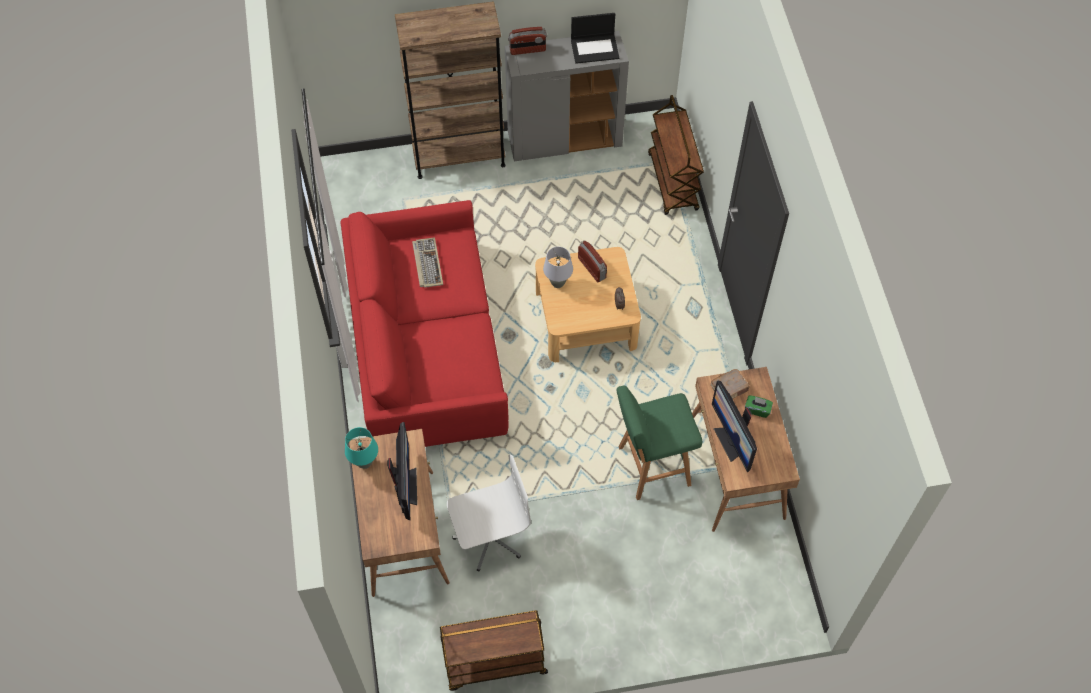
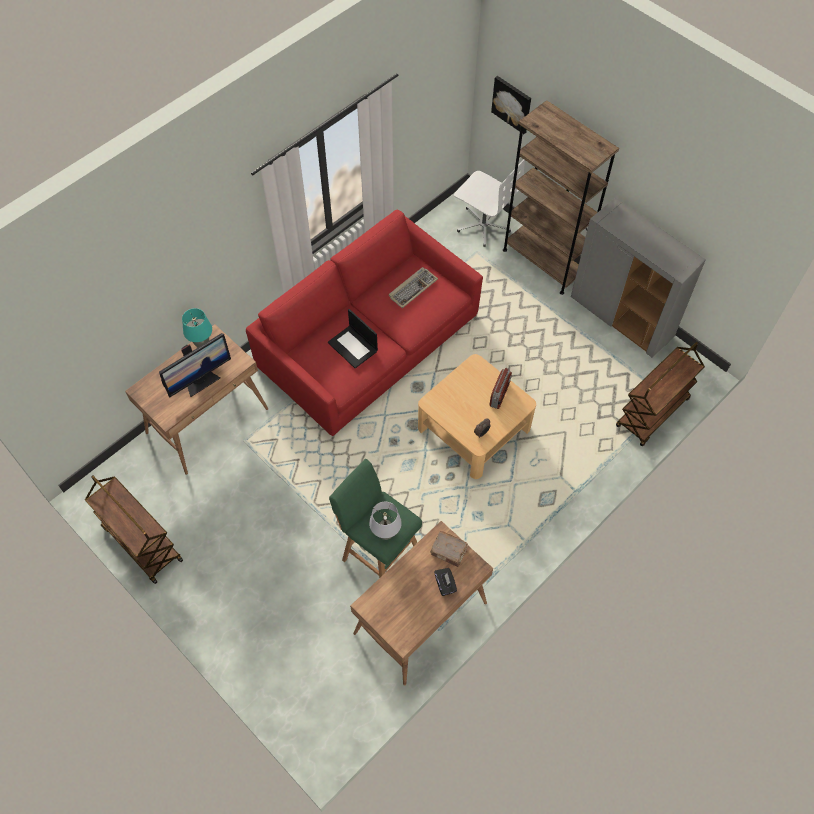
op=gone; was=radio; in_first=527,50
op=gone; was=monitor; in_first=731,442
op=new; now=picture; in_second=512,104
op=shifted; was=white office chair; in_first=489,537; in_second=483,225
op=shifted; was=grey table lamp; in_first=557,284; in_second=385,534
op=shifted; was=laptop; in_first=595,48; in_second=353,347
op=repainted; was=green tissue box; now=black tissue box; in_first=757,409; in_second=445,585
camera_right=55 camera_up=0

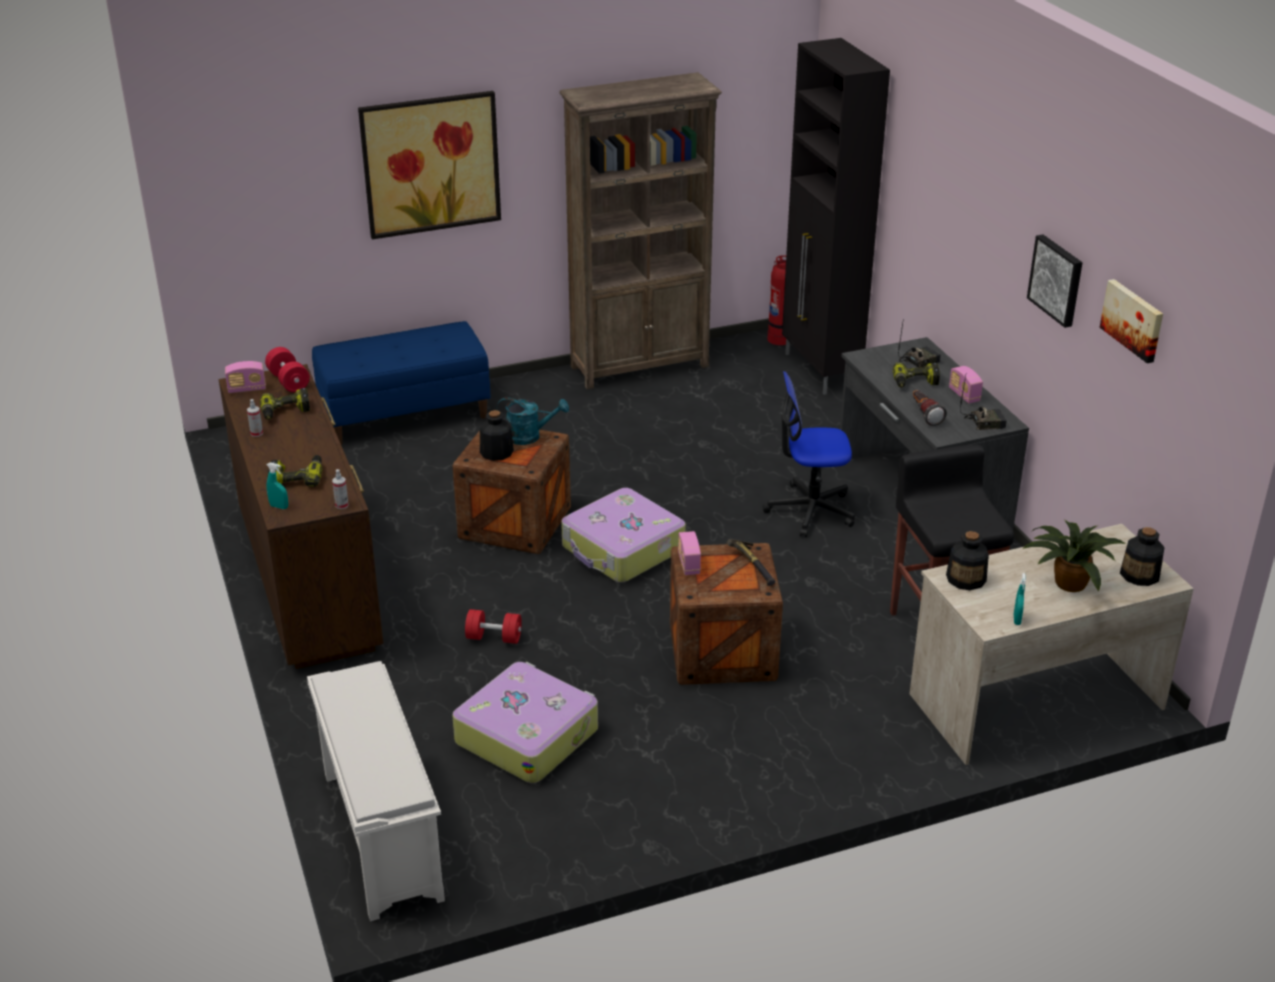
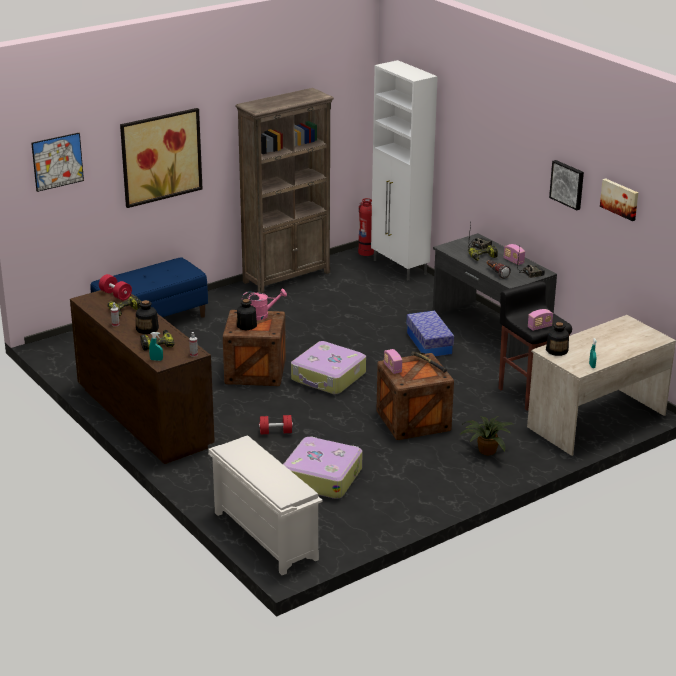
op=new; now=picture; in_second=57,161
op=shifted; was=radio; in_first=247,389; in_second=539,327
op=shifted; was=potted plant; in_first=1067,582; in_second=485,450
op=shifted; was=bottle; in_first=1140,575; in_second=147,329
op=swapped; was=office chair; now=storage box; in_first=810,510; in_second=429,343
op=repainted; was=turquoise watering can; now=pink watering can; in_first=530,437; in_second=262,315
op=repainted; was=black cabinet; now=white cabinet; in_first=820,371; in_second=400,267
camera_right=-15 camera_up=-5

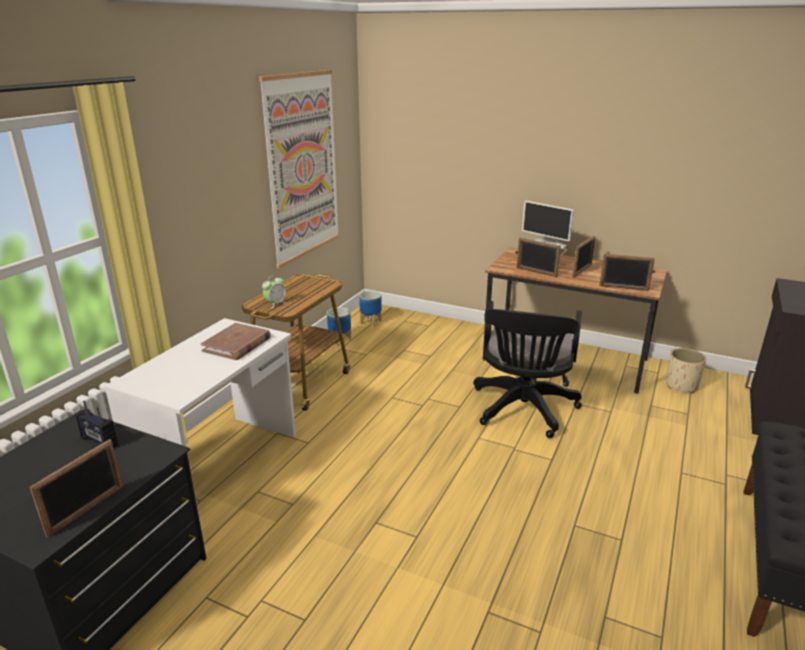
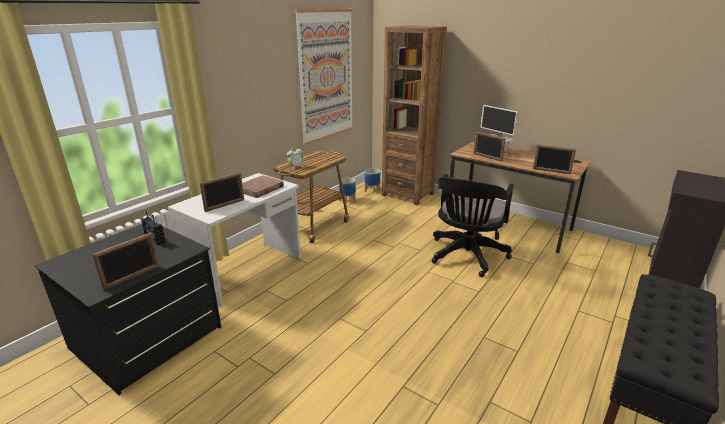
op=gone; was=beige planter; in_first=681,385
op=new; now=brown bookcase; in_second=408,194
op=shifted; was=picture frame; in_first=582,271; in_second=225,205
camera_right=10 camera_up=0

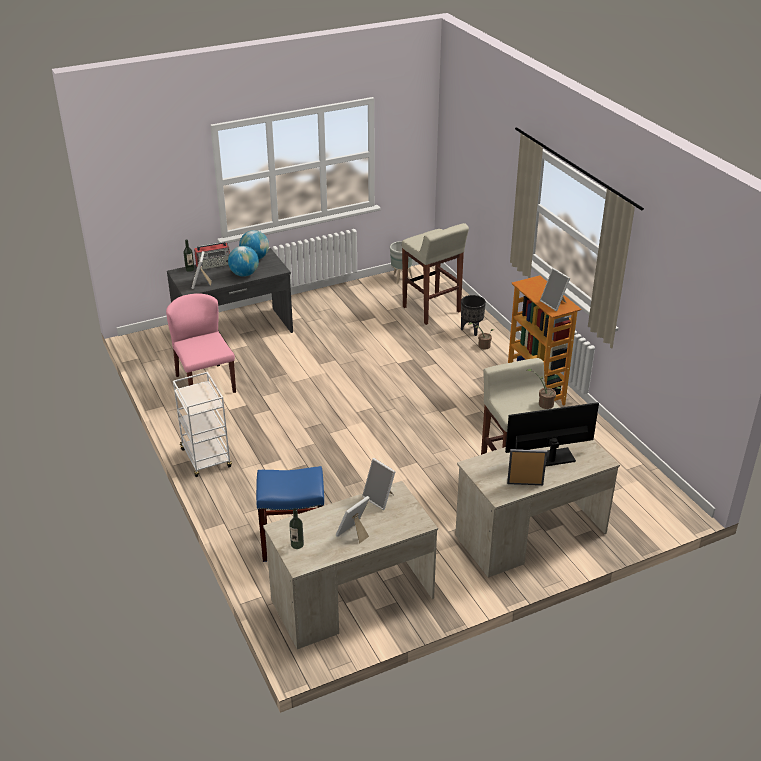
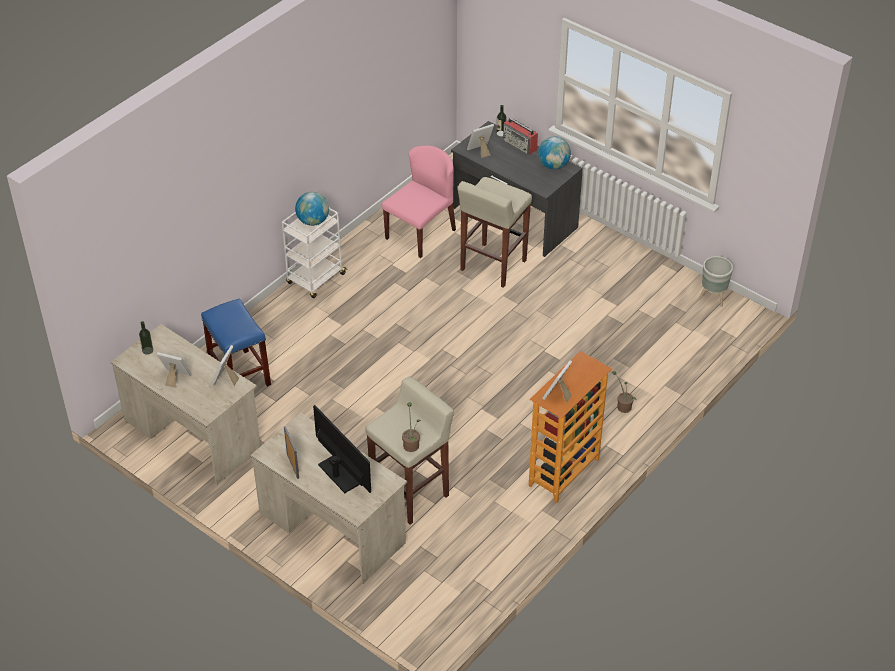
op=gone; was=black planter; in_first=471,330
op=shifted; was=globe; in_first=244,274; in_second=313,221
op=shifted; was=beige stool; in_first=432,310; in_second=492,266
camera_right=65 camera_up=10

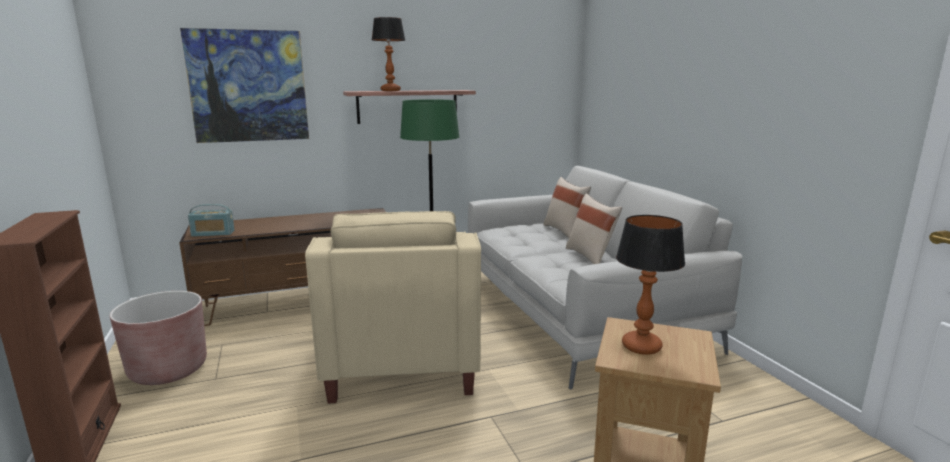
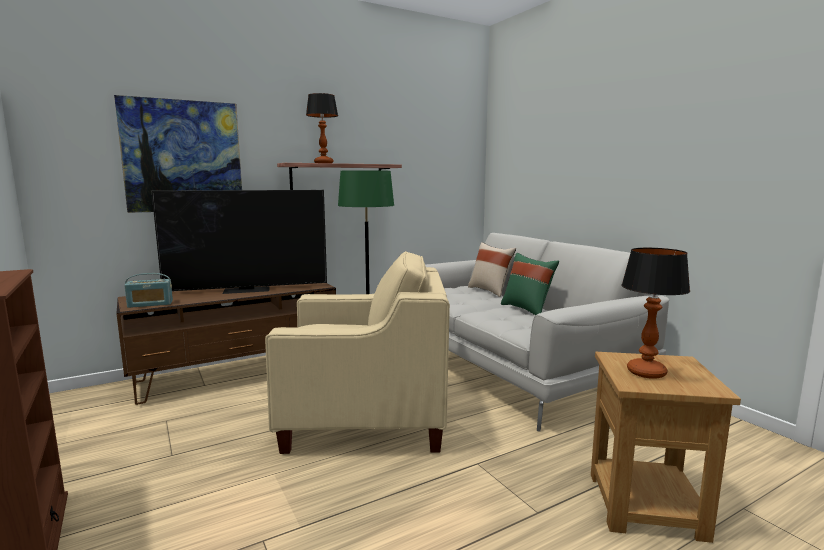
op=gone; was=brown planter; in_first=168,370
op=new; now=television; in_second=247,289
op=repainted; was=beige pillow; now=green pillow; in_first=590,256; in_second=527,309
op=rotated; was=beige armchair; in_first=402,359; in_second=365,418; clockwise=-75
camera_right=-10 camera_up=-5

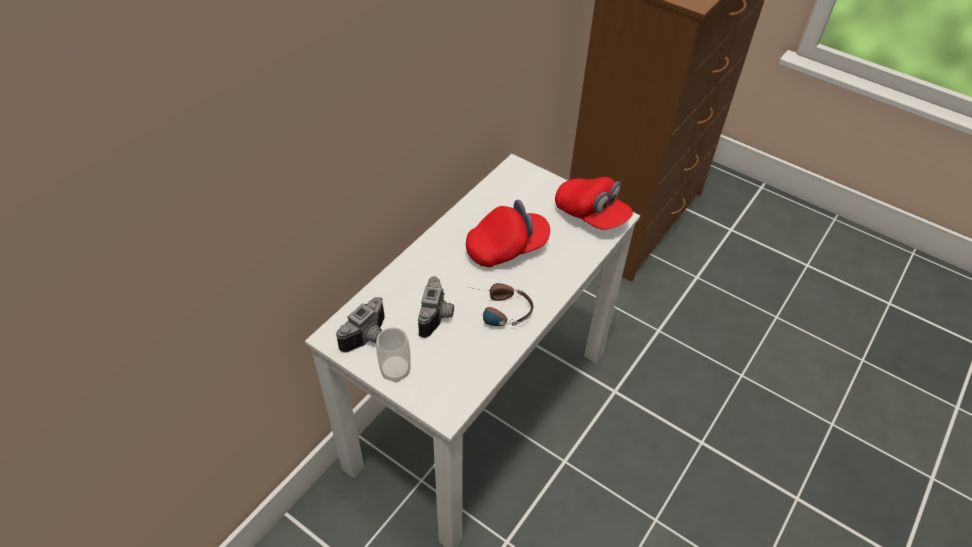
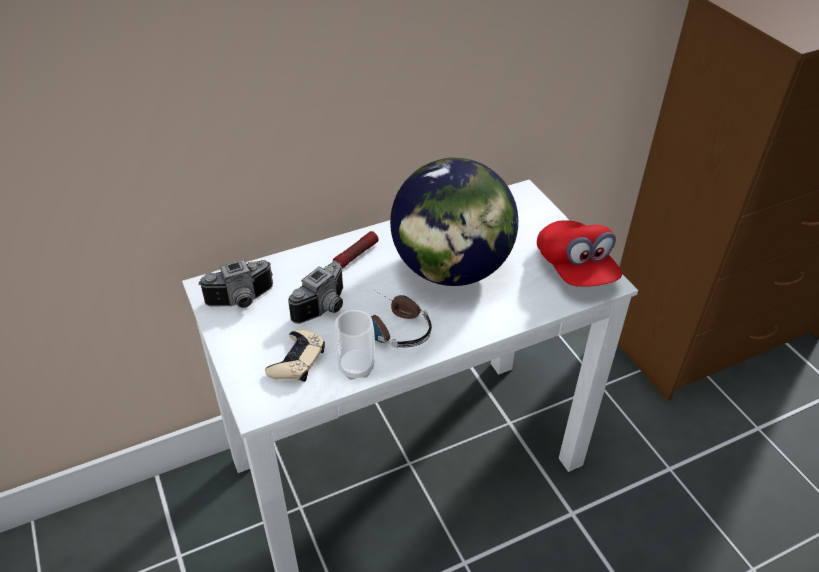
op=new; now=beige game controller; in_second=297,361
op=new; now=flashlight; in_second=355,255
op=shifted; was=cup; in_first=395,371; in_second=356,367
op=swapped; was=red cap; now=globe; in_first=506,248; in_second=451,269
camera_right=30 camera_up=-5

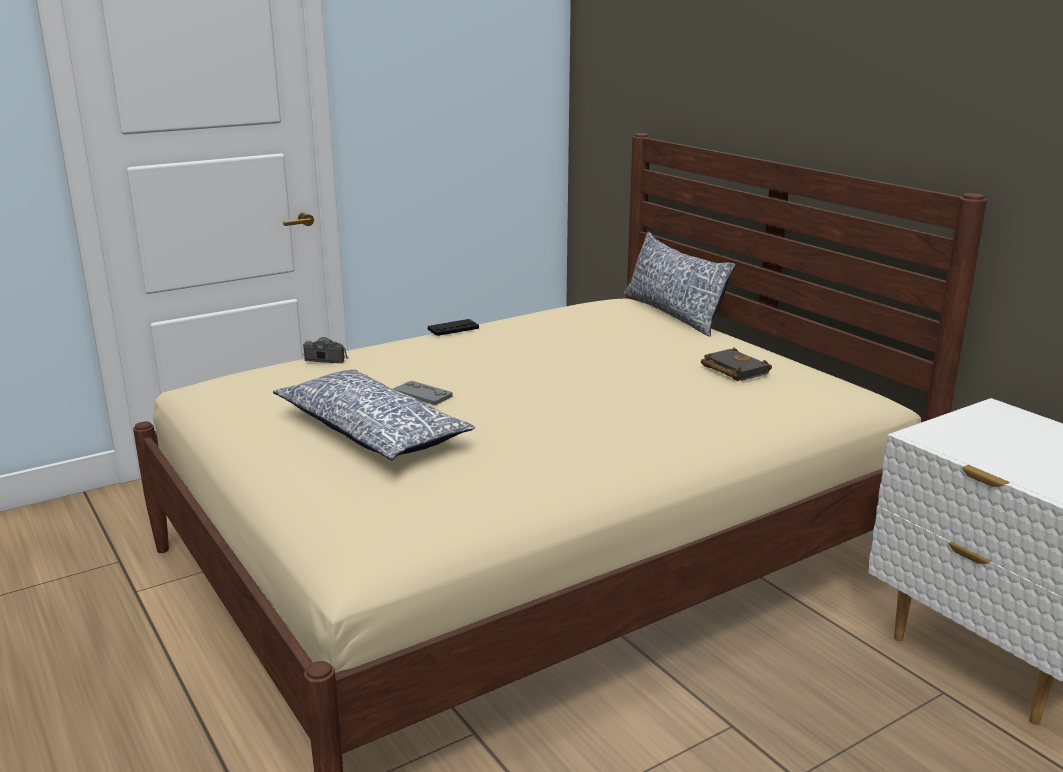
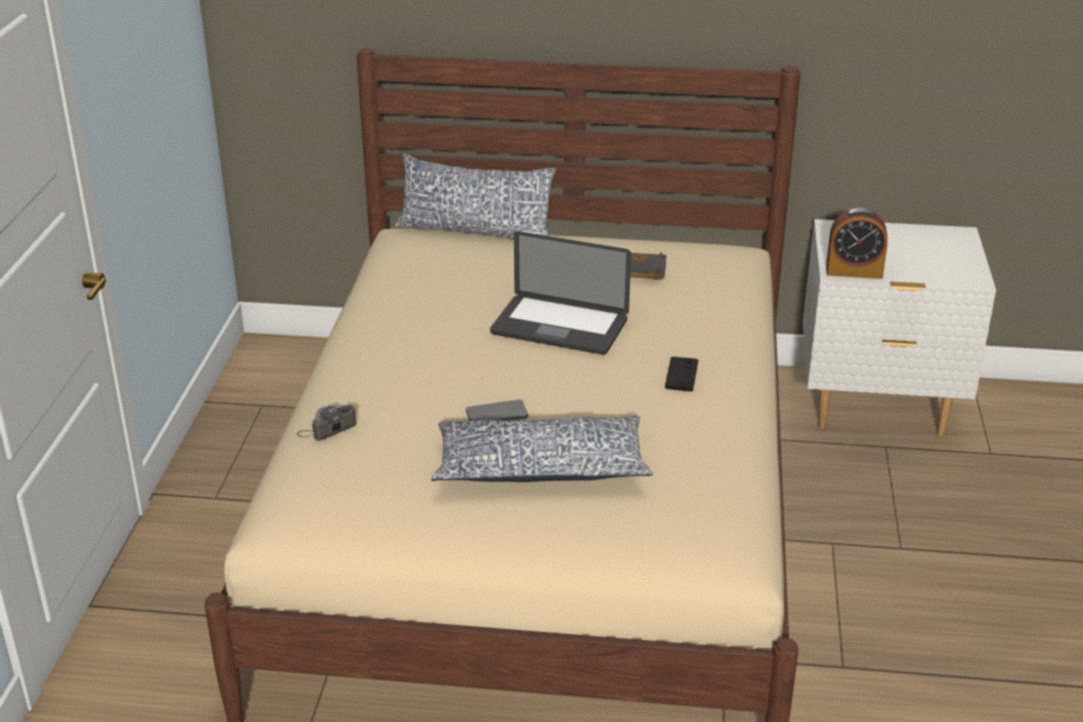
op=new; now=laptop; in_second=559,327
op=new; now=alarm clock; in_second=854,271
op=shifted; was=black game controller; in_first=453,328; in_second=681,375
camera_right=-50 camera_up=10

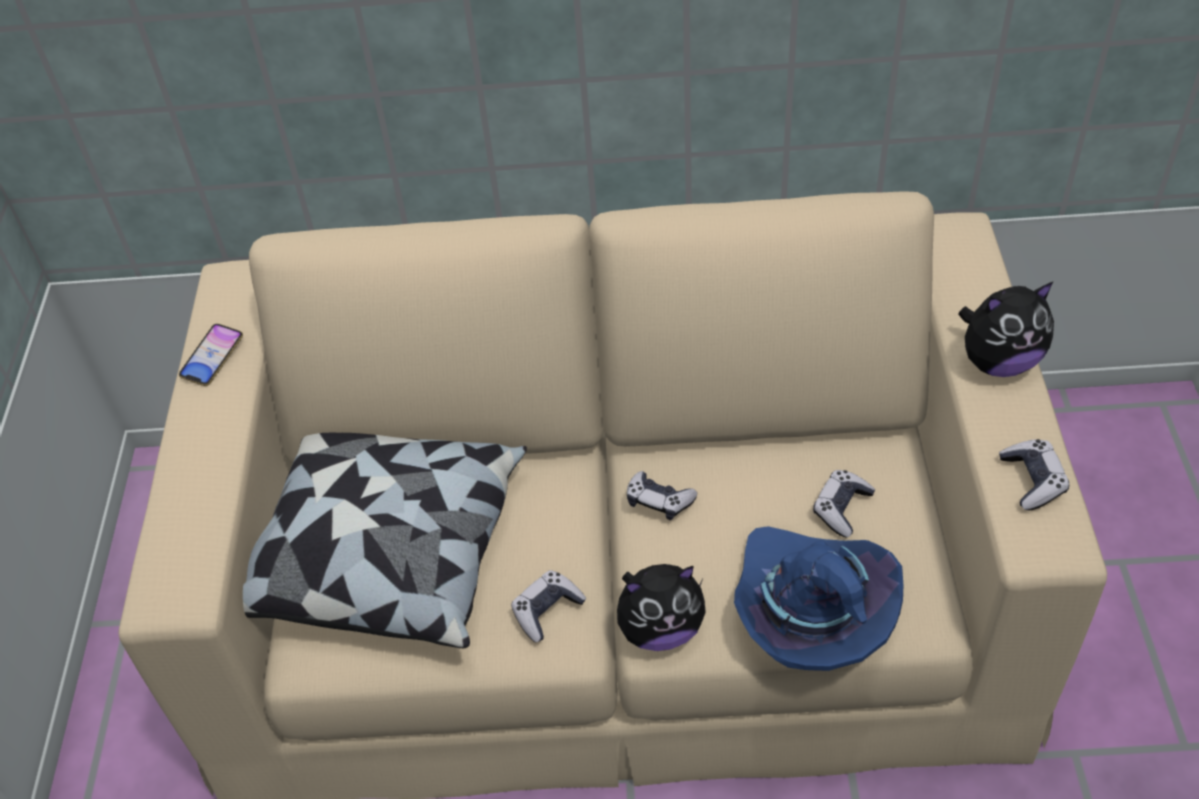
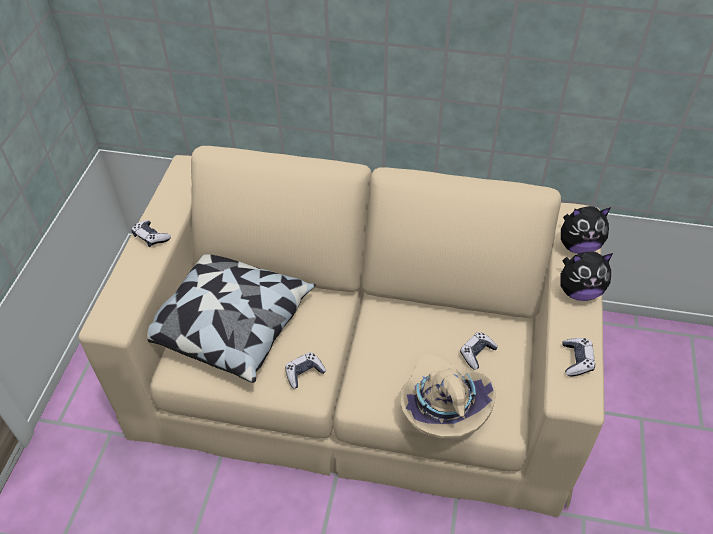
op=gone; was=phone; in_first=212,358
op=shifted; was=plush toy; in_first=660,629; in_second=578,246
op=shifted; was=game controller; in_first=659,501; in_second=151,237
op=repainted; was=blue hat; now=beige hat; in_first=809,610; in_second=442,404
camera_right=10 camera_up=0

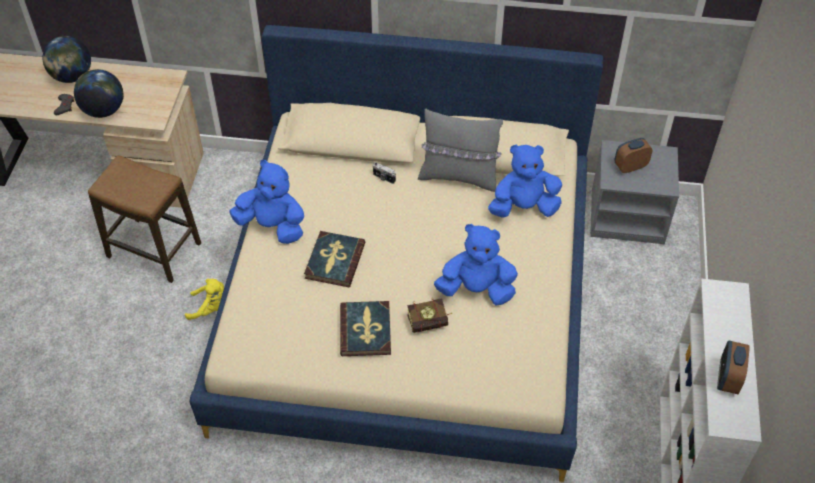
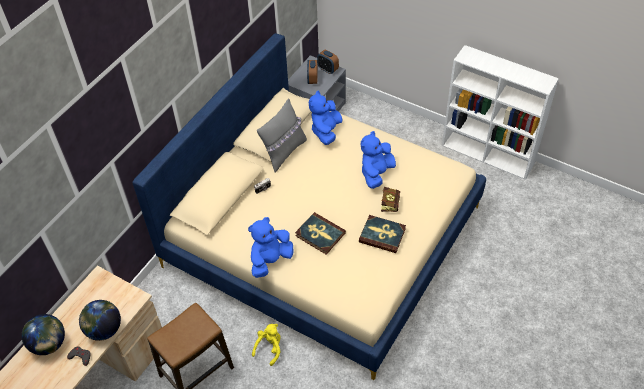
op=shifted; was=alarm clock; in_first=727,379; in_second=328,69
camera_right=-65 camera_up=0

